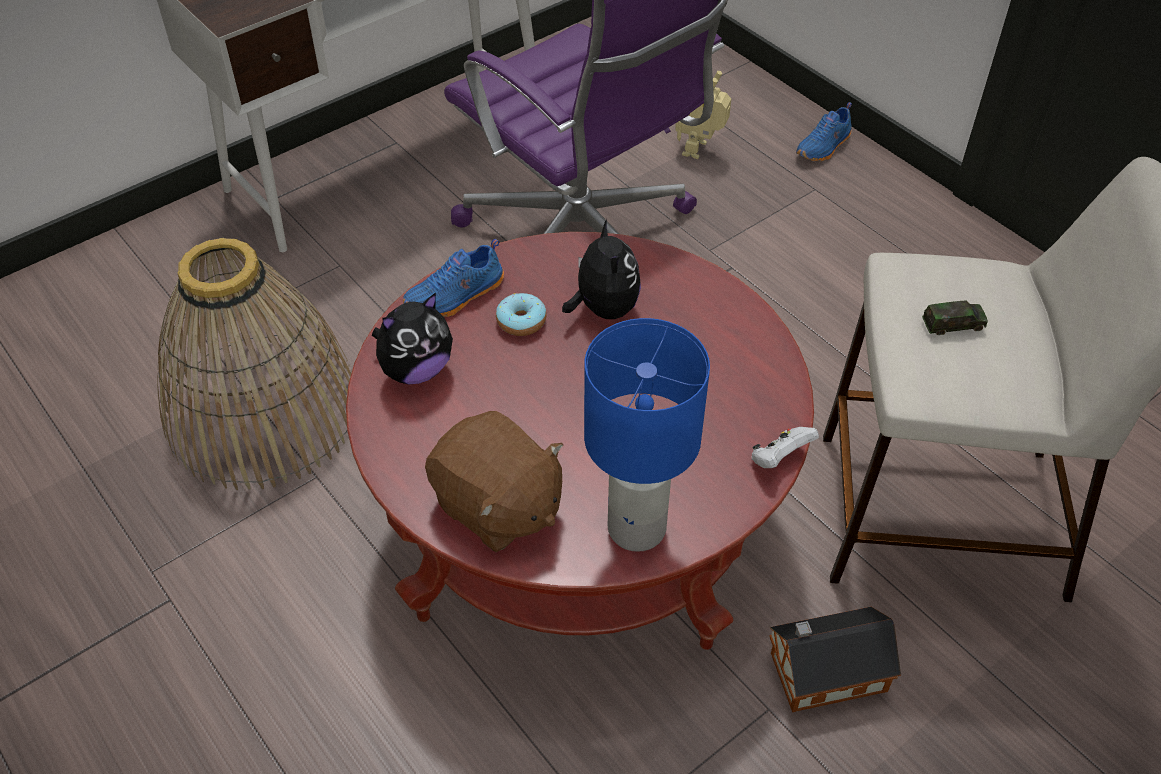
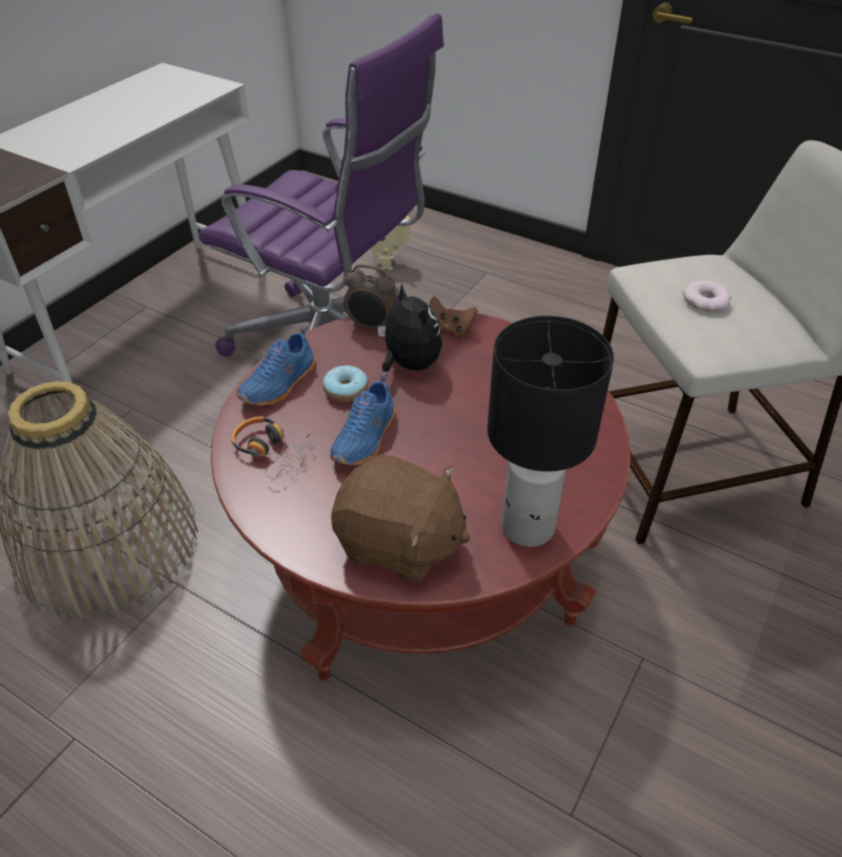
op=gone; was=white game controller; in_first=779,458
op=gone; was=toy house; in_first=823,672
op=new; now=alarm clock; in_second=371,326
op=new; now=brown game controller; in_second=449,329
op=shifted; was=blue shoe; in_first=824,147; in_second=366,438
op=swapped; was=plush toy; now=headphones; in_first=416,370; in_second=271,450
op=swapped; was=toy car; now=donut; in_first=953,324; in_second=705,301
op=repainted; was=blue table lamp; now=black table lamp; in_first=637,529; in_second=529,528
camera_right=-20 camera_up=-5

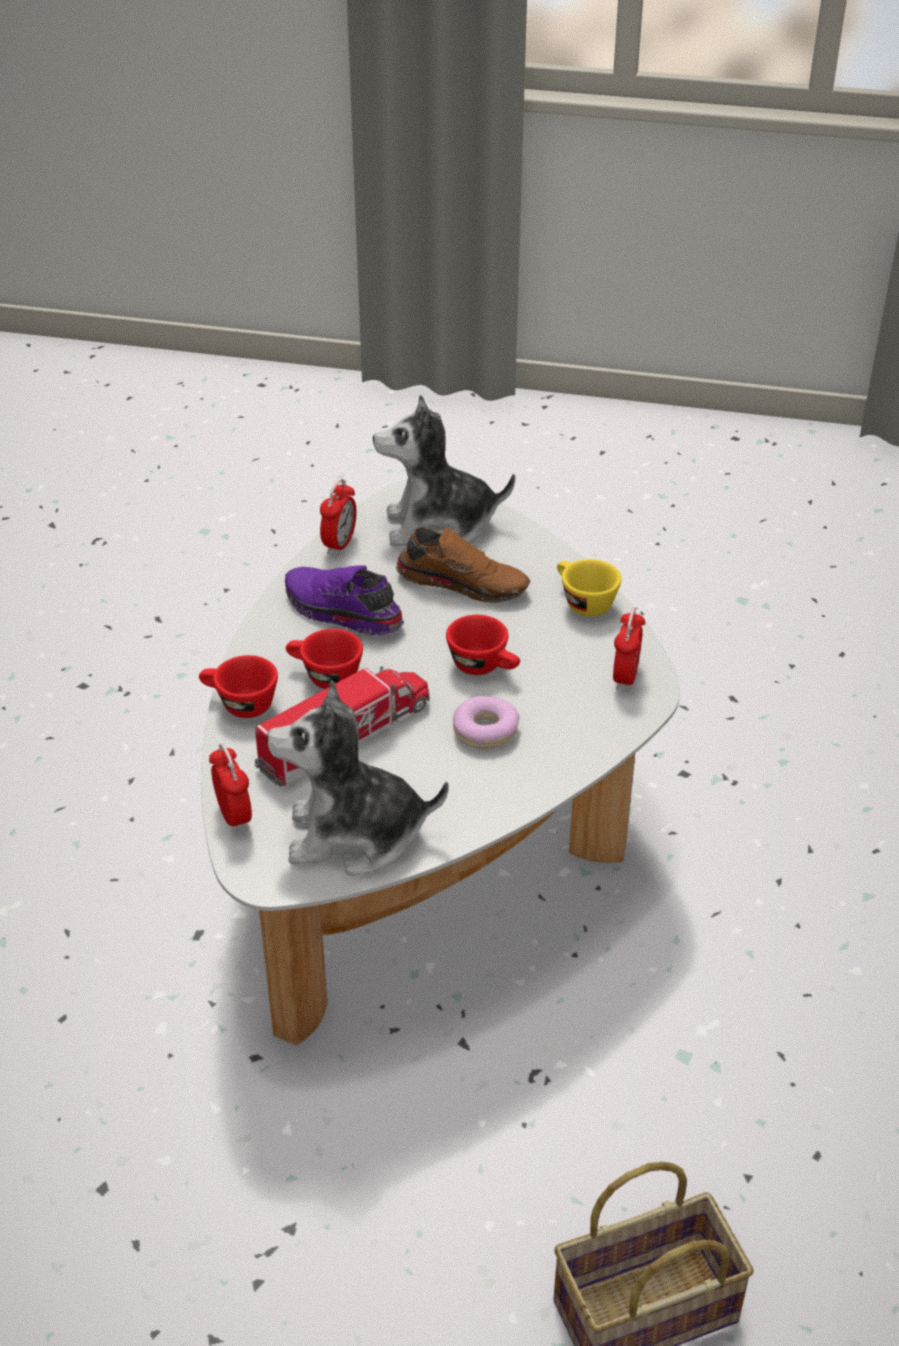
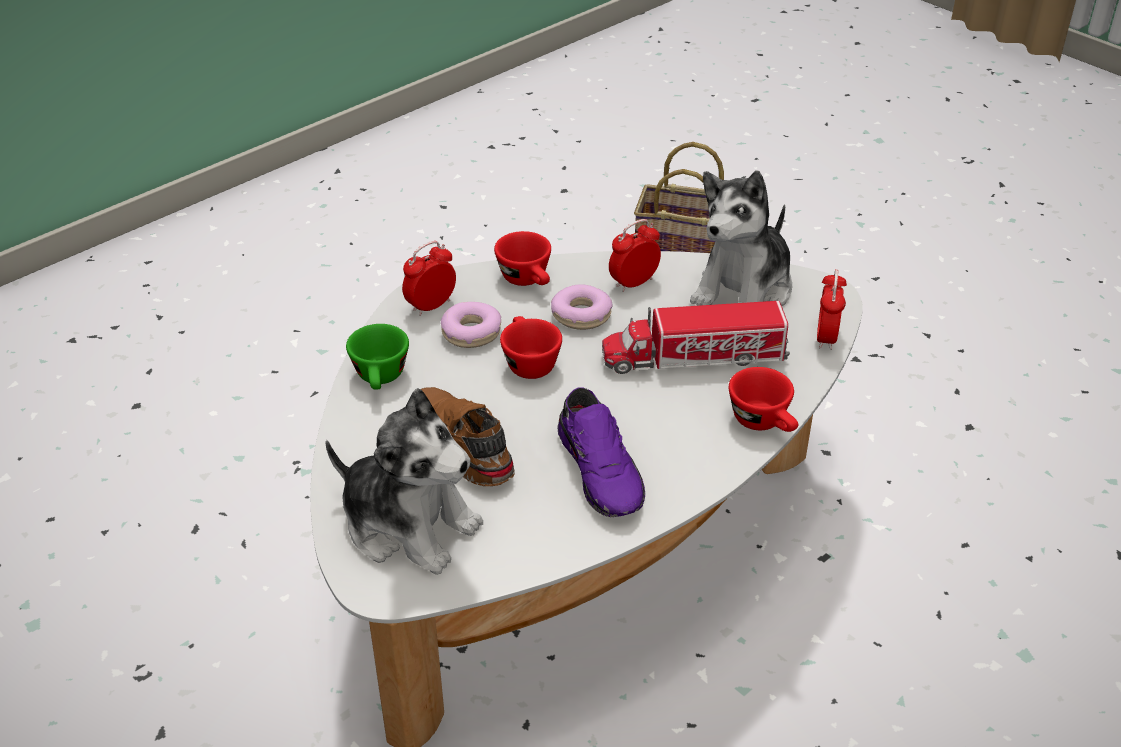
op=new; now=donut; in_second=472,333
op=shifted; was=red cup; in_first=324,676; in_second=528,280
op=shifted; was=alarm clock; in_first=339,544; in_second=634,283
op=repainted; was=yellow cup; now=green cup; in_first=582,602; in_second=381,379
op=rotated; was=plush toy; in_first=354,836; in_second=744,289; clockwise=90
camera_right=-145 camera_up=0

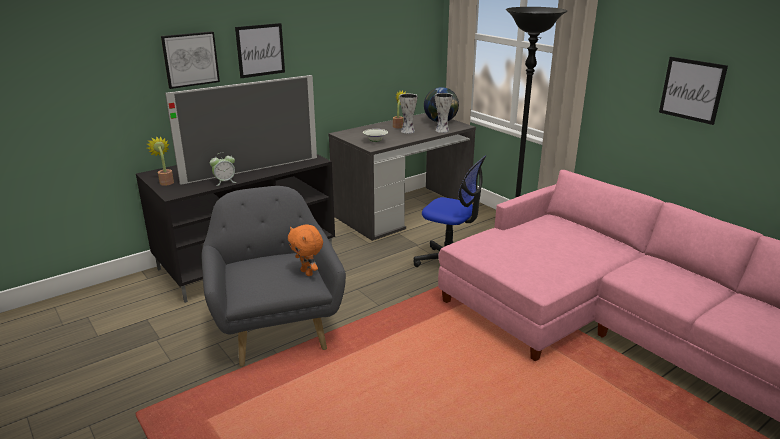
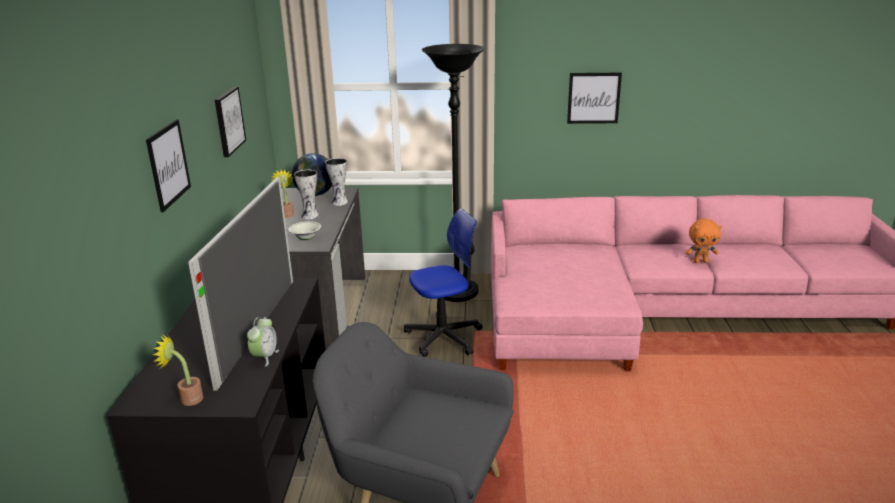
op=shifted; was=picture; in_first=190,59; in_second=228,121
op=shifted; was=orange plush toy; in_first=307,273; in_second=700,262
camera_right=-50 camera_up=0

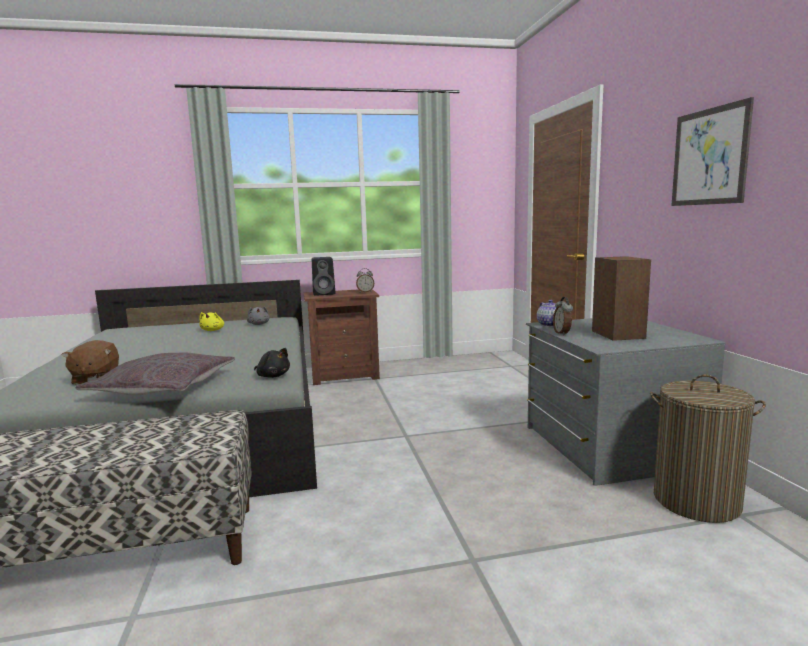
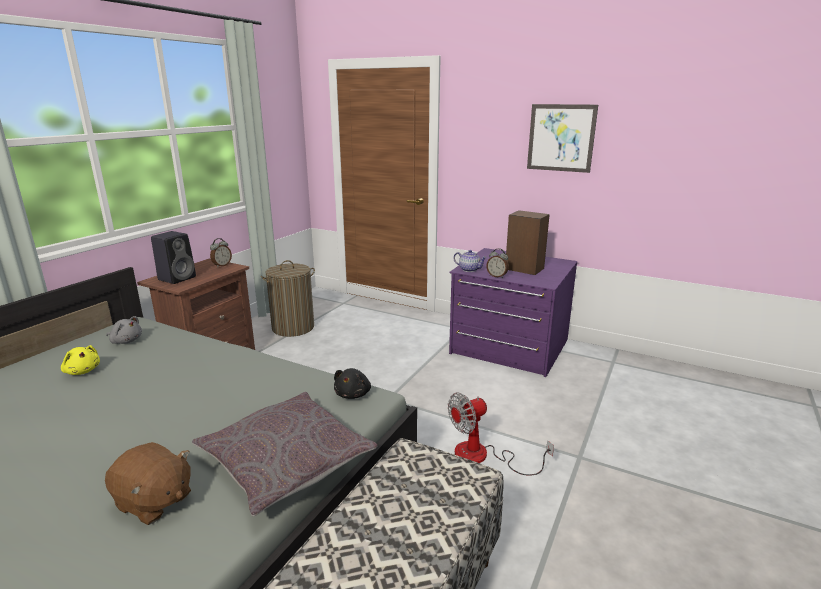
op=new; now=fan; in_second=483,456
op=shifted; was=laundry basket; in_first=696,501; in_second=293,327
op=repainted; was=grey dresser; now=purple dresser; in_first=608,446; in_second=509,347
op=rotated; was=black plush toy; in_first=273,376; in_second=353,394; clockwise=120
camera_right=-50 camera_up=10

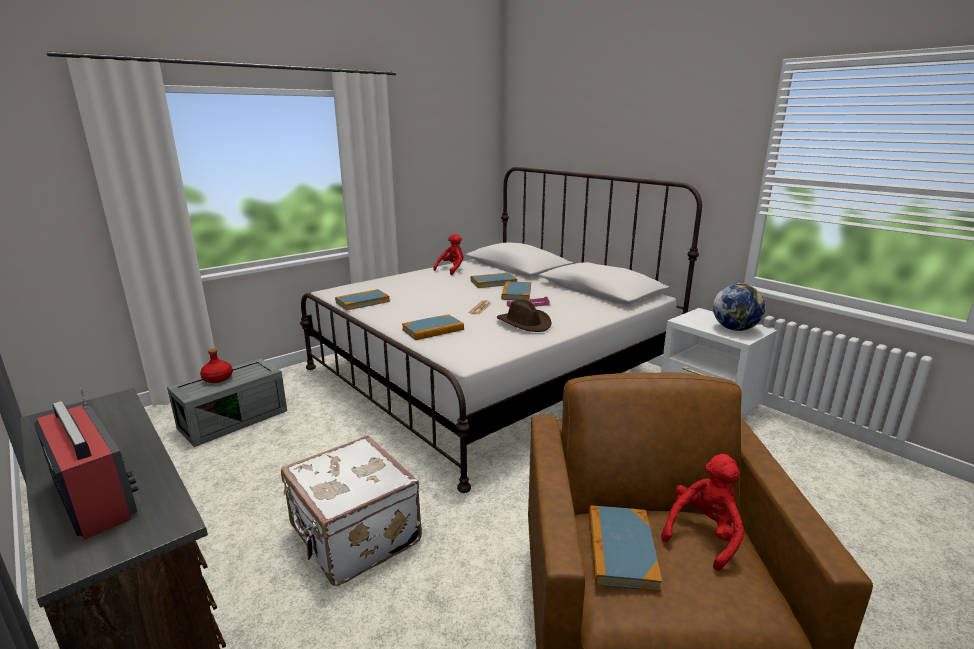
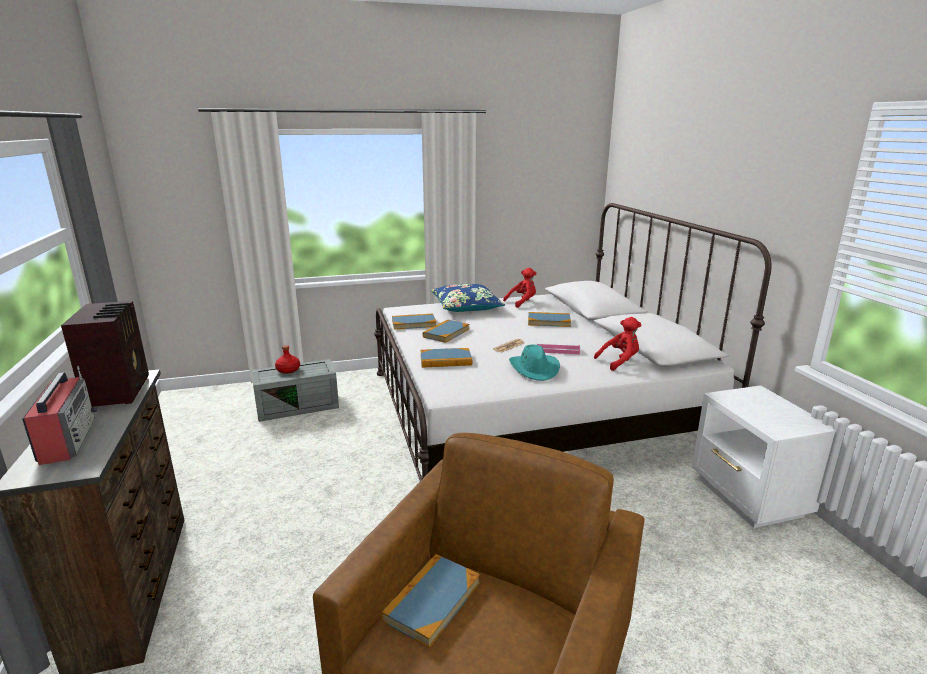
op=gone; was=white suitcase; in_first=353,536
op=gone; was=globe; in_first=734,329
op=new; now=radio; in_second=120,390
op=new; now=blue pillow; in_second=466,306
op=shifted; was=book; in_first=516,293; in_second=446,333
op=shifted; was=red plush toy; in_first=703,534; in_second=619,361
op=repainted; was=brown hat; now=turquoise hat; in_first=524,323; in_second=534,369
camera_right=25 camera_up=0

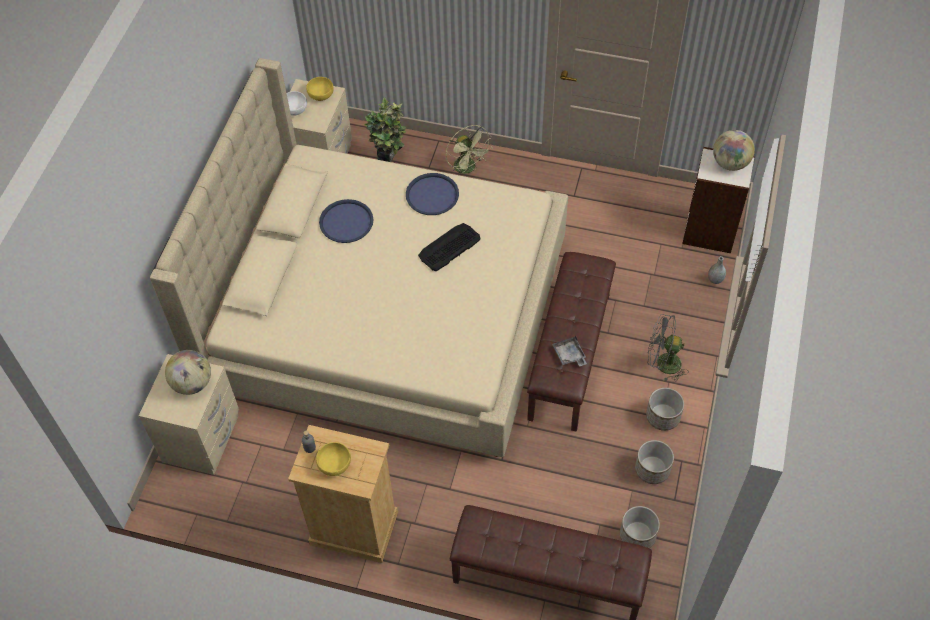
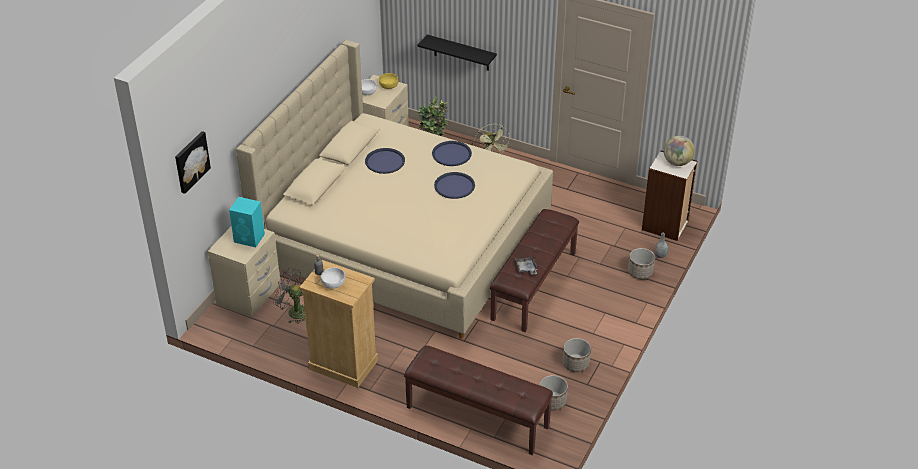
op=new; now=picture; in_second=191,161
op=new; now=black shelf; in_second=461,53
op=shifted; was=planter; in_first=663,417; in_second=640,272
op=shifted; was=grey fan; in_first=662,364; in_second=293,312
op=swapped; was=globe; now=turquoise speaker; in_first=192,383; in_second=250,238
op=swapped; was=keyboard; now=blue tray; in_first=449,247; in_second=454,186
op=repainted; was=yellow bowl; now=white bowl; in_first=335,463; in_second=334,283
camera_right=10 camera_up=-15

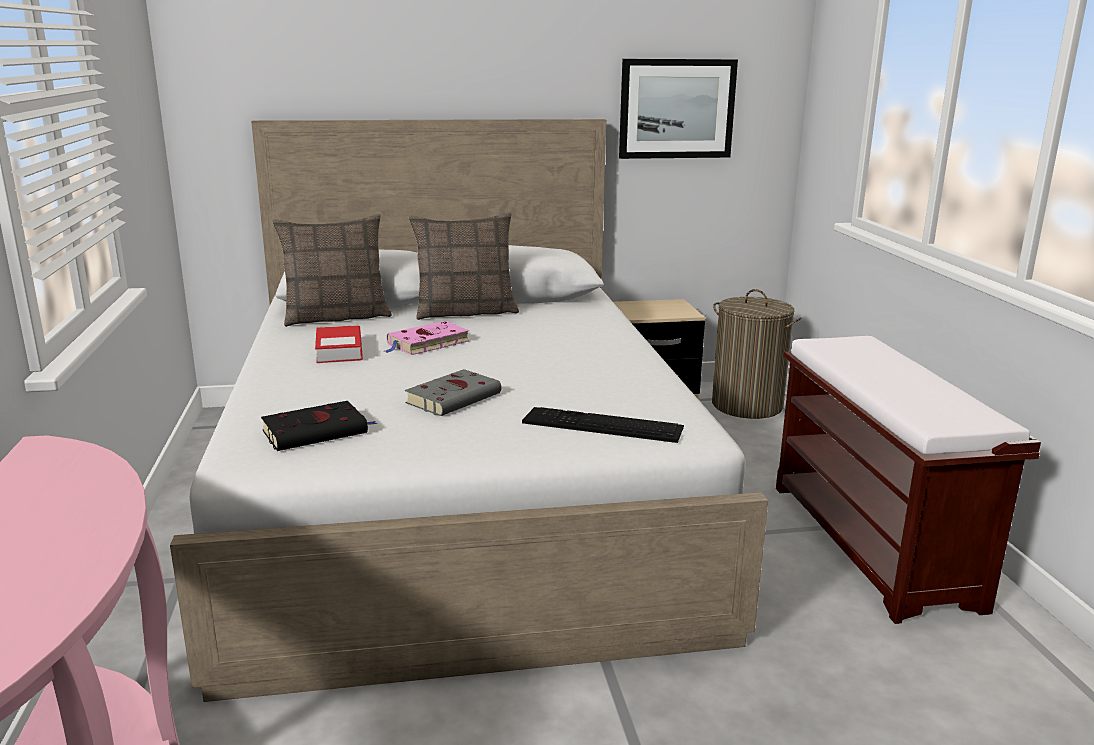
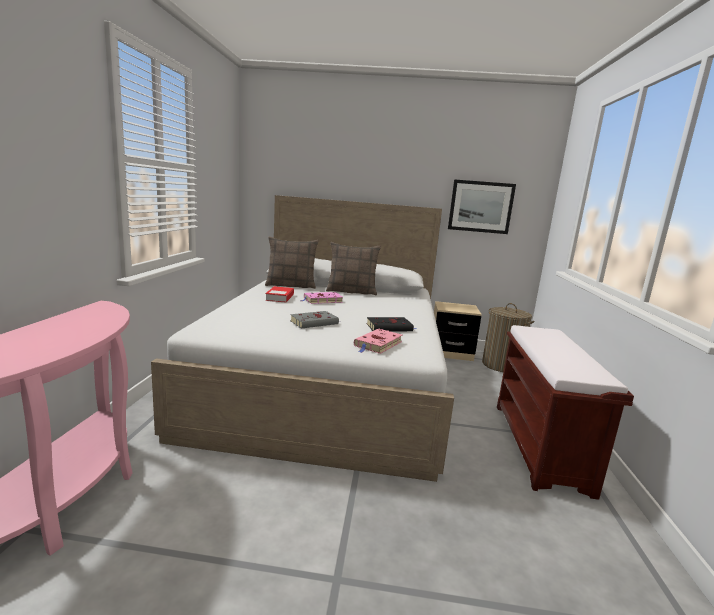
op=shifted; was=black book; in_first=318,431; in_second=390,327
op=swapped; was=keyboard; now=pink book; in_first=602,424; in_second=377,344
camera_right=15 camera_up=-5

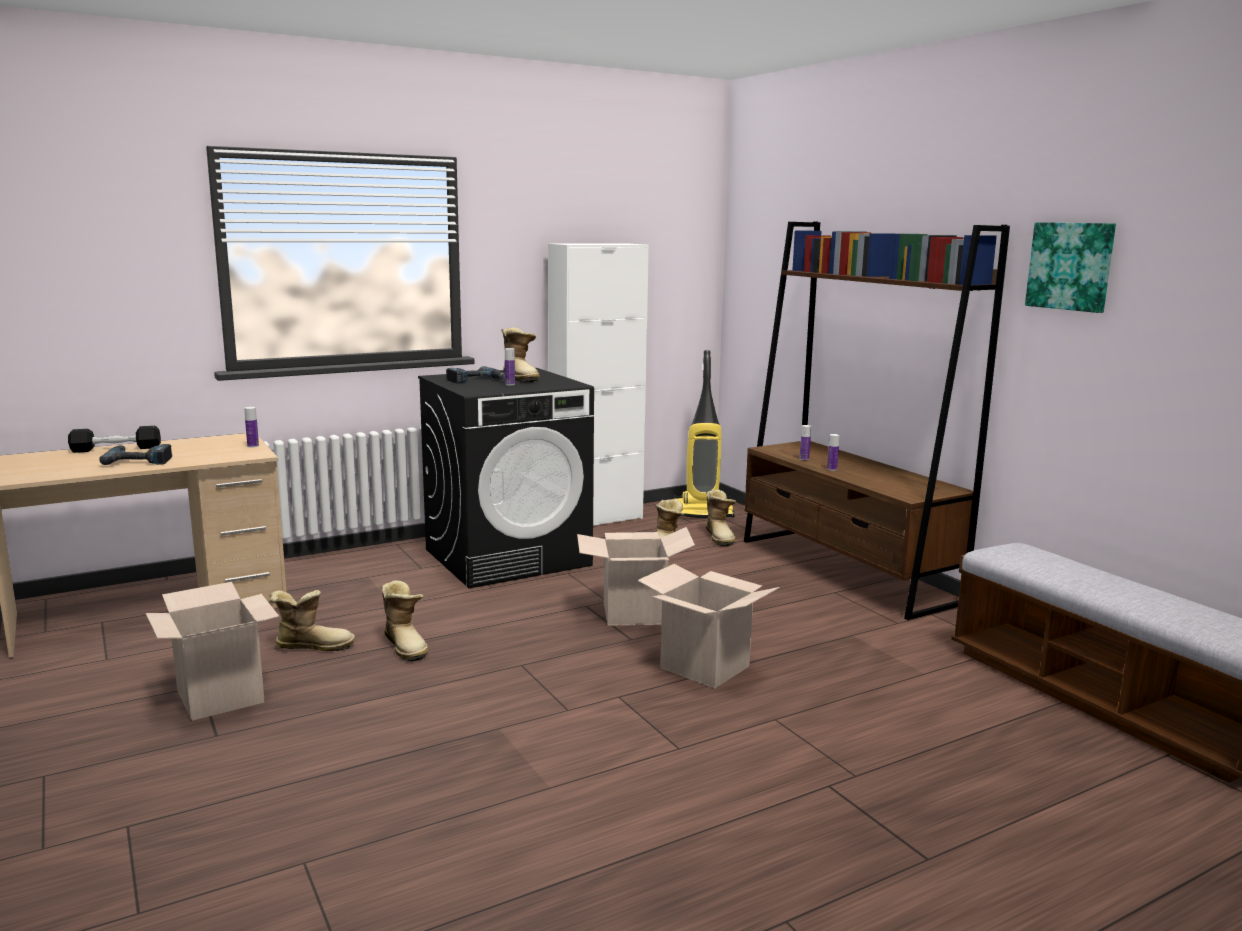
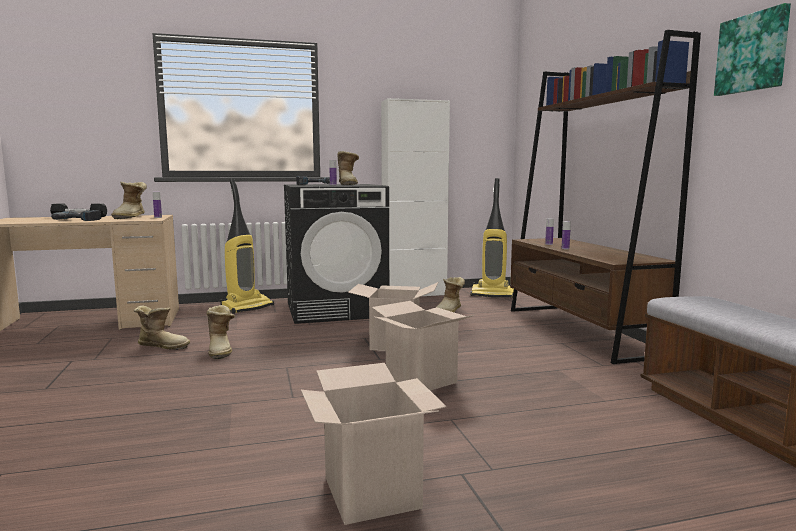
op=new; now=vacuum cleaner; in_second=247,307
op=shifted; was=cardboard box; in_first=220,696; in_second=372,493
op=shifted; was=boot; in_first=720,537; in_second=131,217
camera_right=15 camera_up=-5

